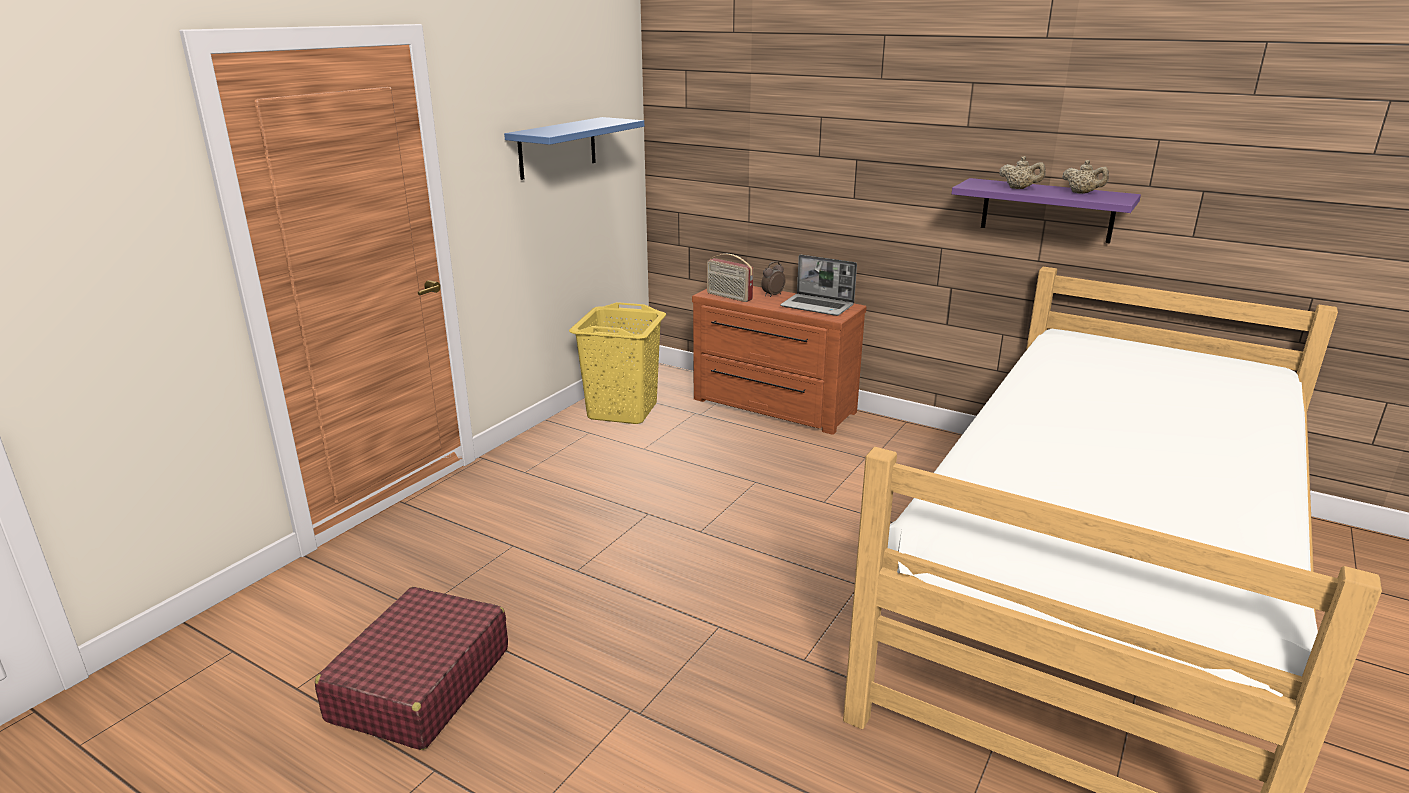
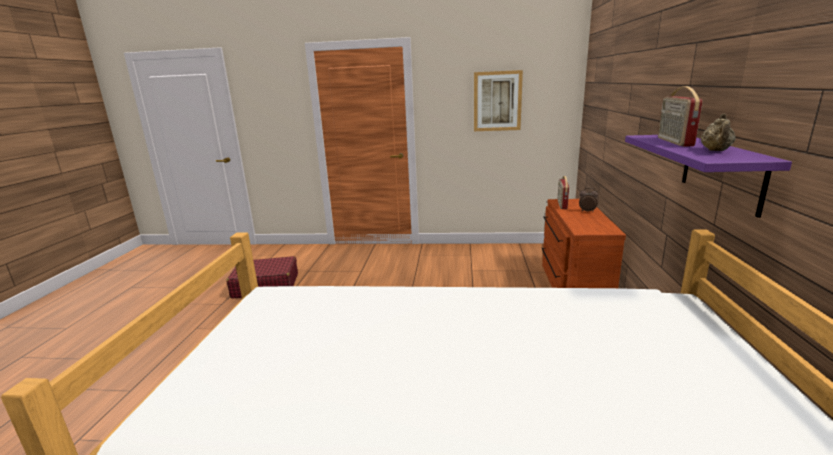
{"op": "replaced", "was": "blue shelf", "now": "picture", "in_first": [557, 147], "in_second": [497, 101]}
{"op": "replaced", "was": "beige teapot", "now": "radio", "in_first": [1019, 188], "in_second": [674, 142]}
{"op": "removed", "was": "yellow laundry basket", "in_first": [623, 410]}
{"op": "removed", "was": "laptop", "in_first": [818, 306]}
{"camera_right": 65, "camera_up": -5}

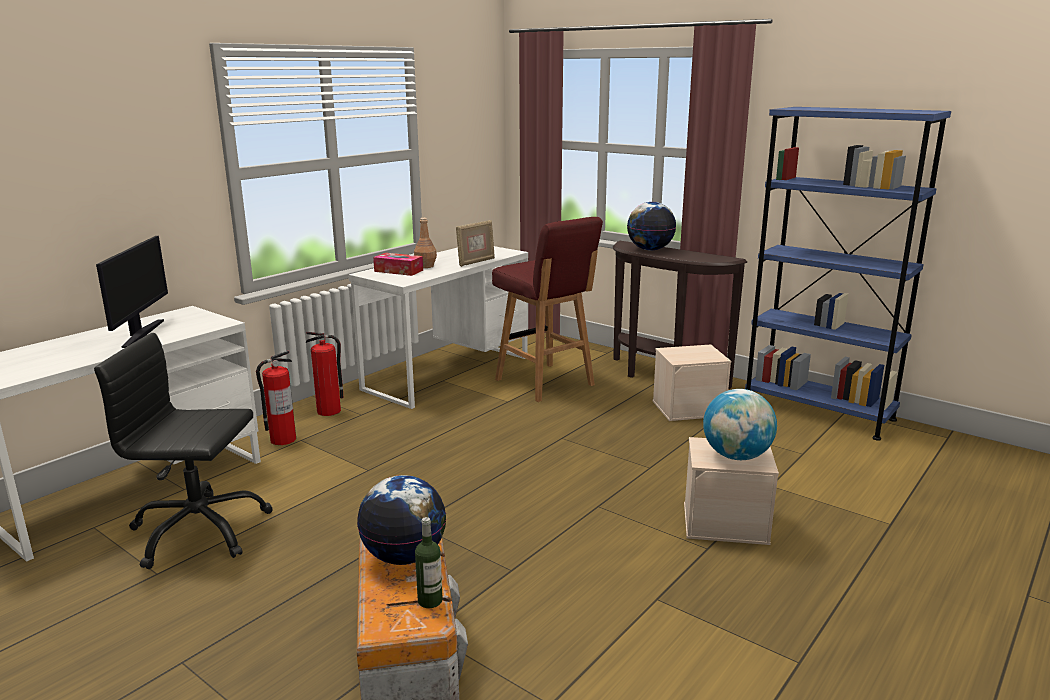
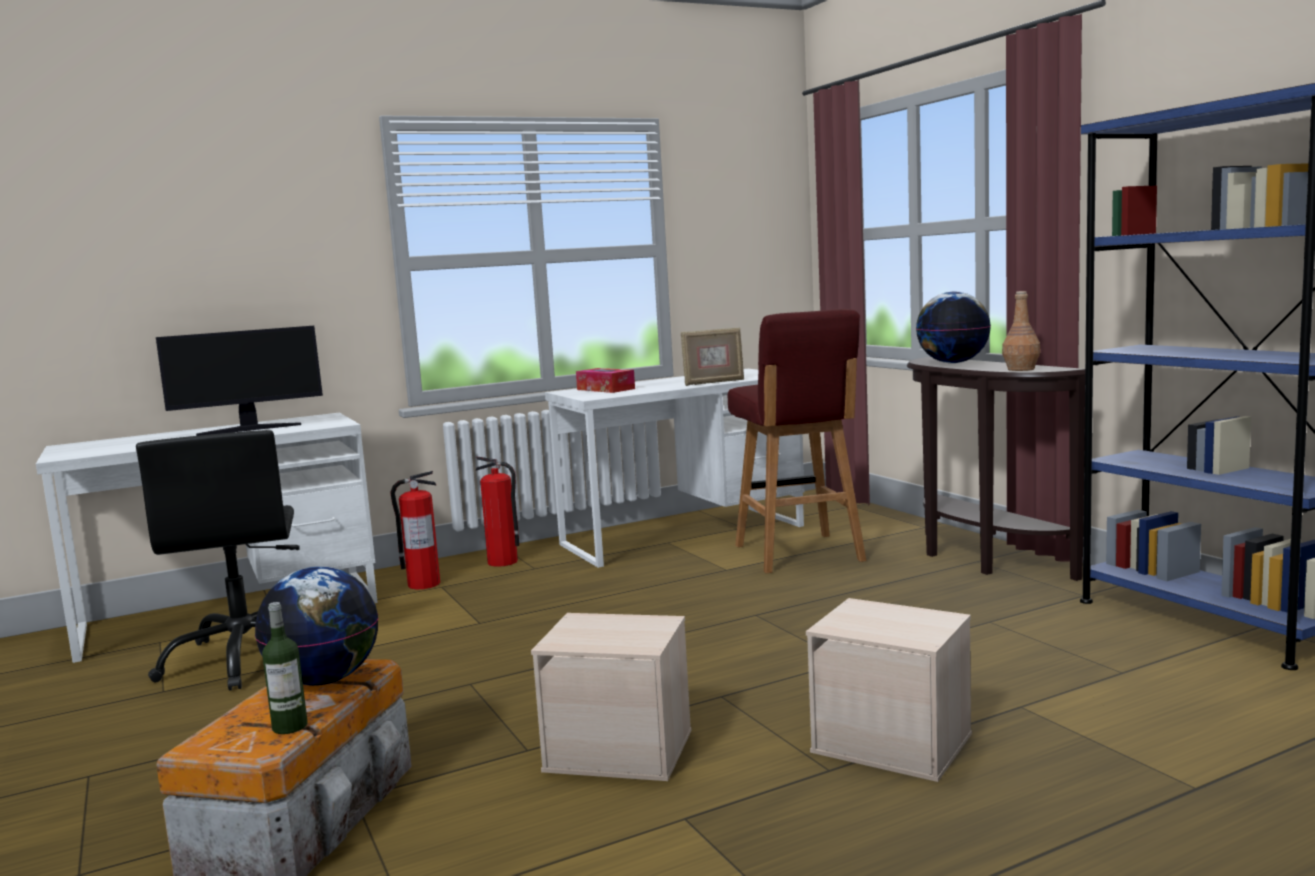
{"op": "turned", "was": "black office chair", "in_first": [199, 531], "in_second": [245, 658], "clockwise": -135}
{"op": "turned", "was": "monitor", "in_first": [141, 333], "in_second": [249, 429], "clockwise": 45}
{"op": "moved", "was": "beige storage box", "in_first": [689, 408], "in_second": [621, 750]}
{"op": "moved", "was": "brown bottle", "in_first": [425, 266], "in_second": [1021, 369]}
{"op": "removed", "was": "globe", "in_first": [736, 456]}
{"camera_right": 25, "camera_up": -10}

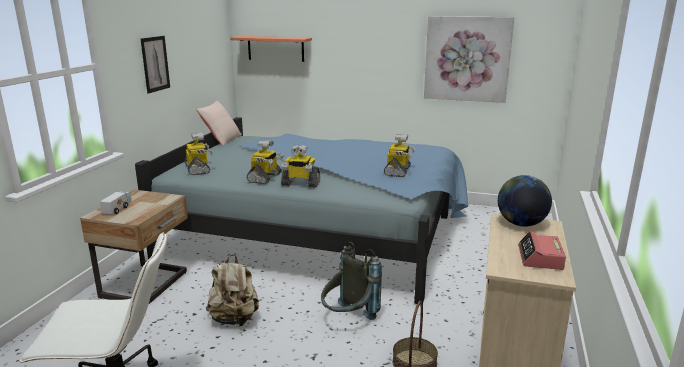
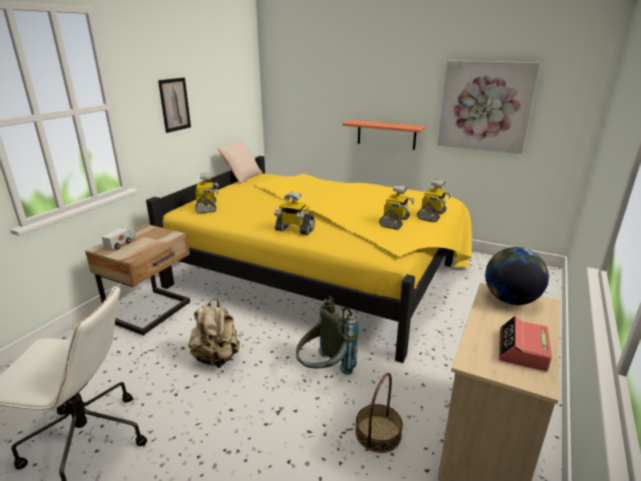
{"op": "recoloured", "was": "blue bed", "now": "yellow bed", "in_first": [321, 233], "in_second": [324, 272]}
{"op": "moved", "was": "shelf", "in_first": [275, 48], "in_second": [386, 134]}
{"op": "moved", "was": "toy robot", "in_first": [265, 178], "in_second": [432, 215]}
{"camera_right": 10, "camera_up": 5}

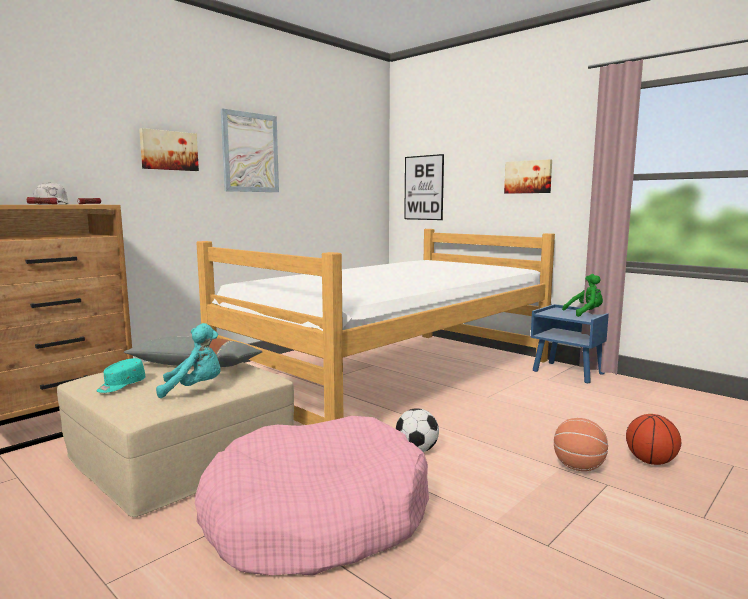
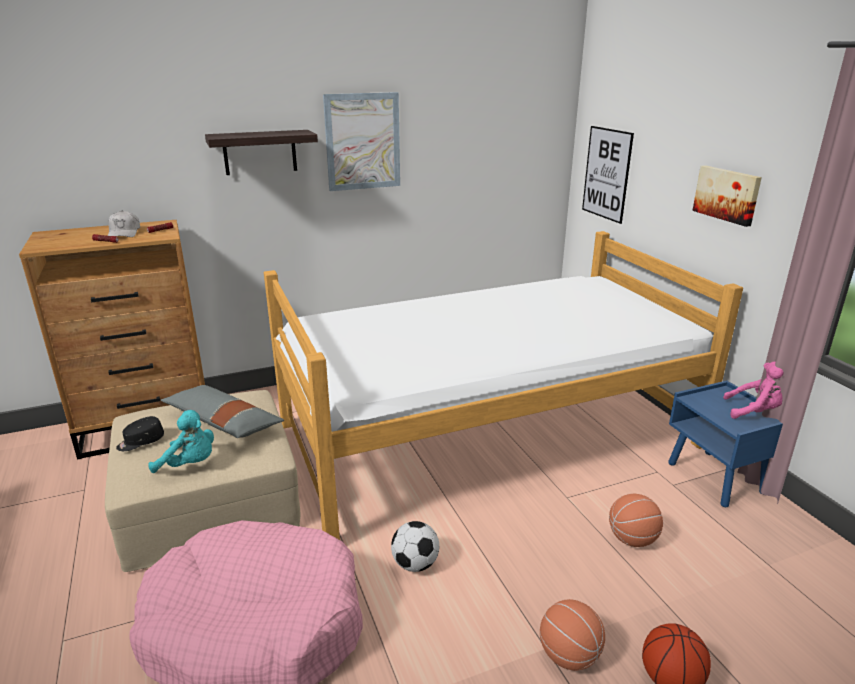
{"op": "recoloured", "was": "turquoise cap", "now": "black cap", "in_first": [121, 385], "in_second": [141, 442]}
{"op": "replaced", "was": "picture", "now": "shelf", "in_first": [168, 150], "in_second": [260, 152]}
{"op": "added", "now": "basketball", "in_second": [632, 539]}
{"op": "recoloured", "was": "green plush toy", "now": "pink plush toy", "in_first": [585, 313], "in_second": [754, 411]}
{"camera_right": 25, "camera_up": 15}

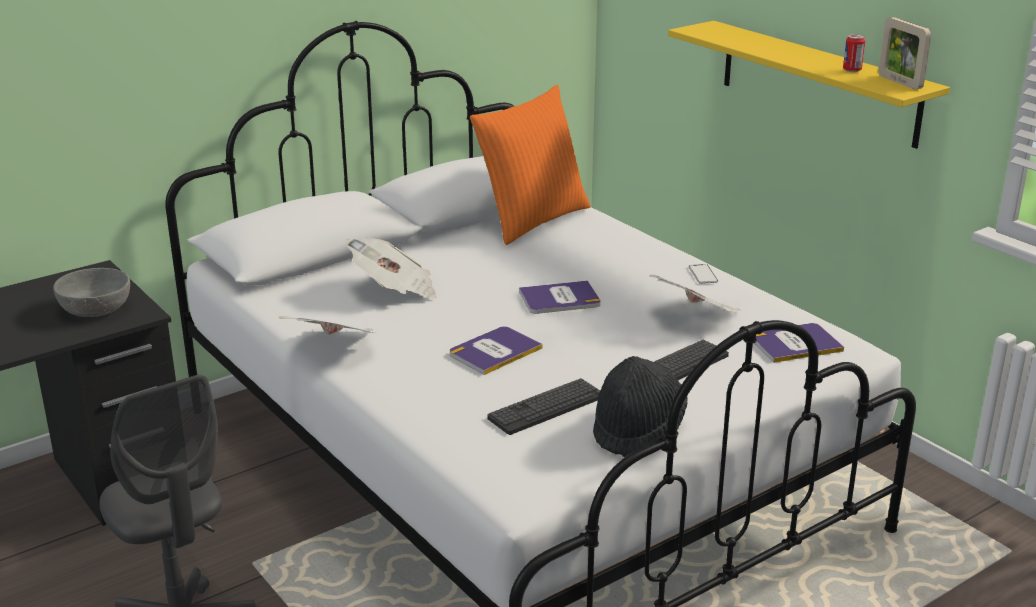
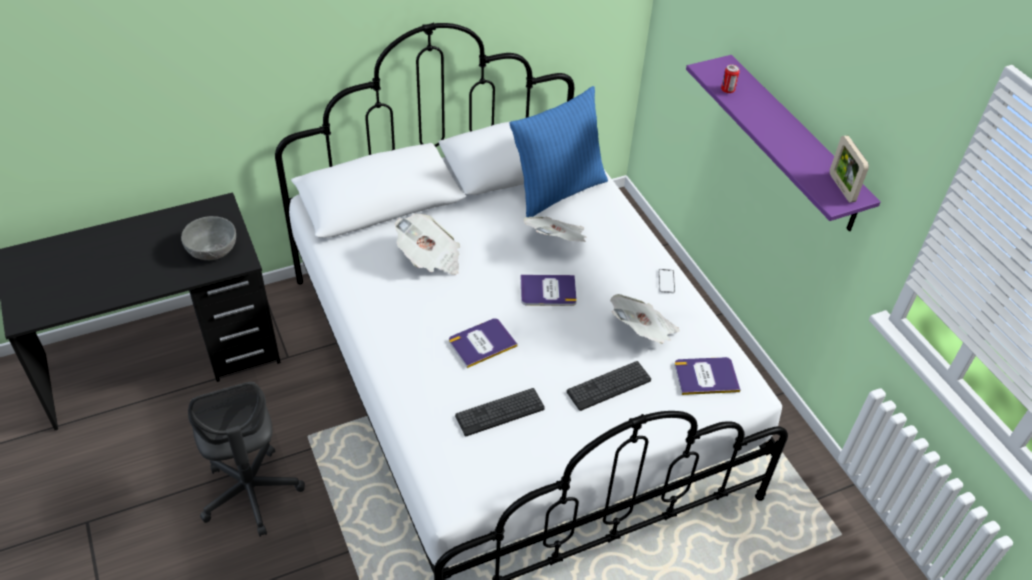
{"op": "recoloured", "was": "orange pillow", "now": "blue pillow", "in_first": [532, 220], "in_second": [557, 190]}
{"op": "moved", "was": "newspaper", "in_first": [334, 348], "in_second": [557, 241]}
{"op": "recoloured", "was": "yellow shelf", "now": "purple shelf", "in_first": [818, 82], "in_second": [793, 144]}
{"op": "moved", "was": "can", "in_first": [852, 70], "in_second": [727, 90]}
{"op": "removed", "was": "black hat", "in_first": [638, 430]}
{"camera_right": 10, "camera_up": 20}

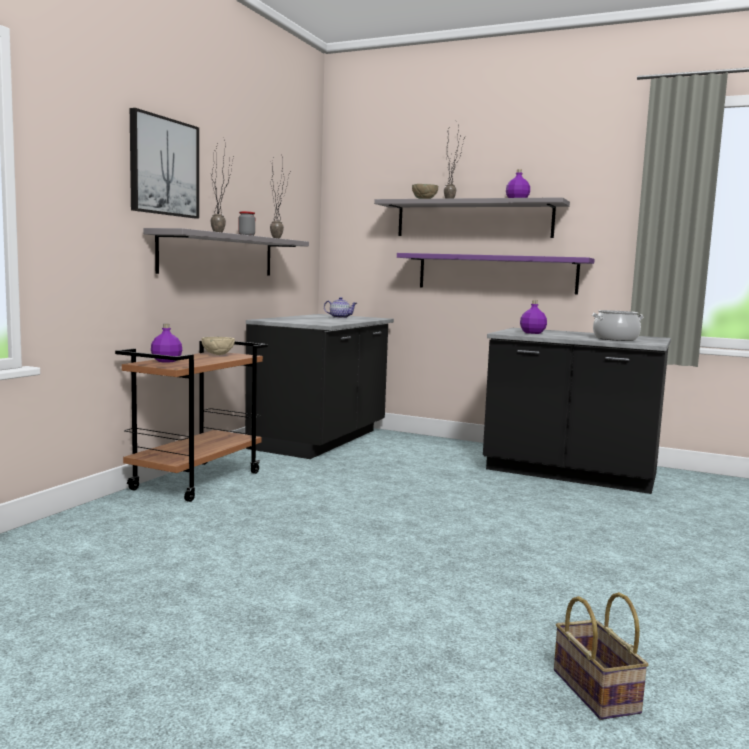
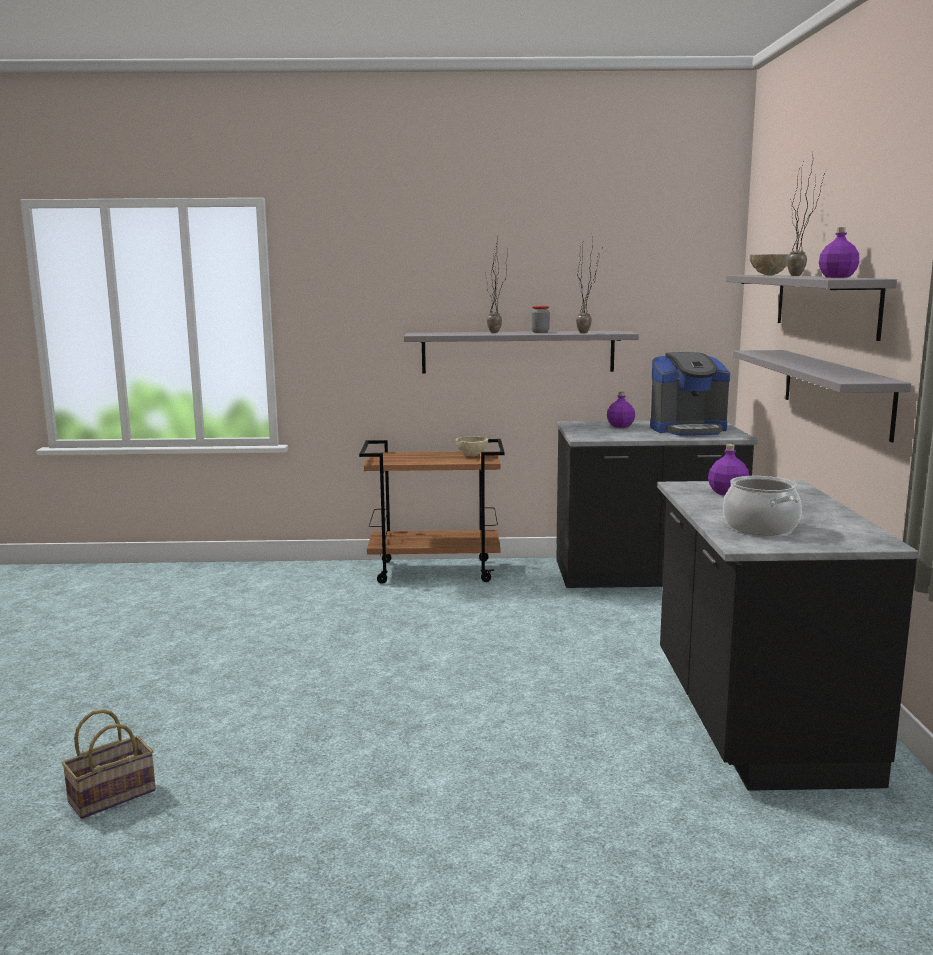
{"op": "moved", "was": "purple bottle", "in_first": [166, 361], "in_second": [620, 426]}
{"op": "replaced", "was": "teapot", "now": "coffee machine", "in_first": [340, 317], "in_second": [688, 429]}
{"op": "recoloured", "was": "purple shelf", "now": "grey shelf", "in_first": [496, 273], "in_second": [835, 391]}
{"op": "removed", "was": "picture", "in_first": [163, 167]}
{"camera_right": 65, "camera_up": 5}

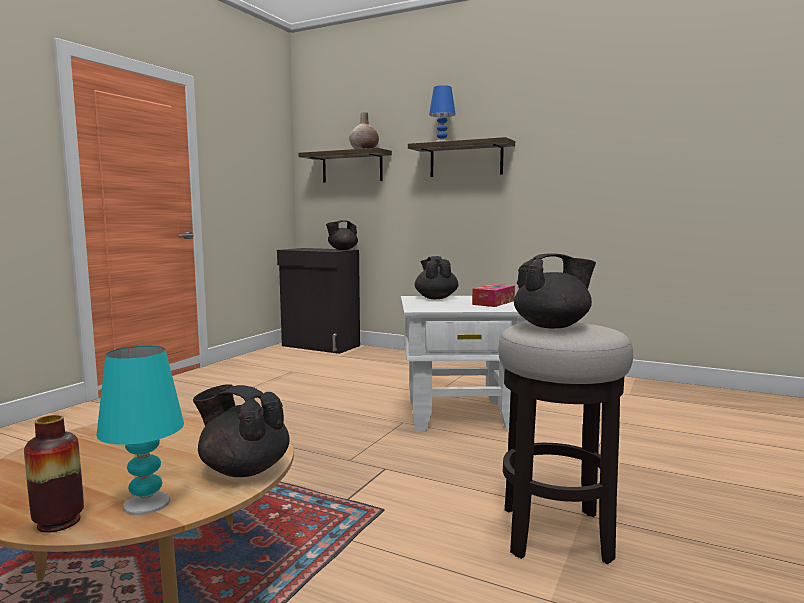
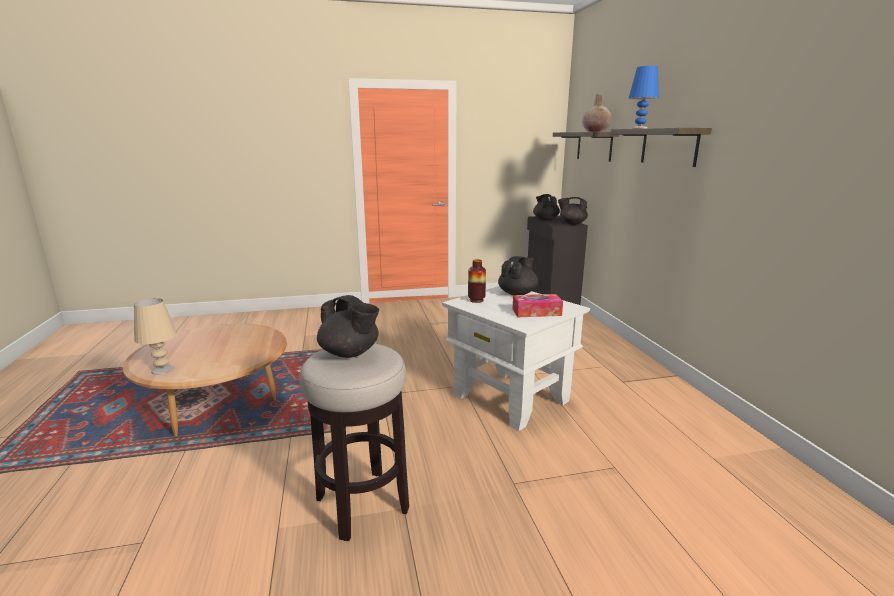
{"op": "recoloured", "was": "turquoise table lamp", "now": "beige table lamp", "in_first": [147, 503], "in_second": [163, 370]}
{"op": "moved", "was": "vase", "in_first": [59, 522], "in_second": [476, 300]}
{"op": "moved", "was": "black teapot", "in_first": [244, 469], "in_second": [545, 219]}
{"camera_right": 50, "camera_up": 10}

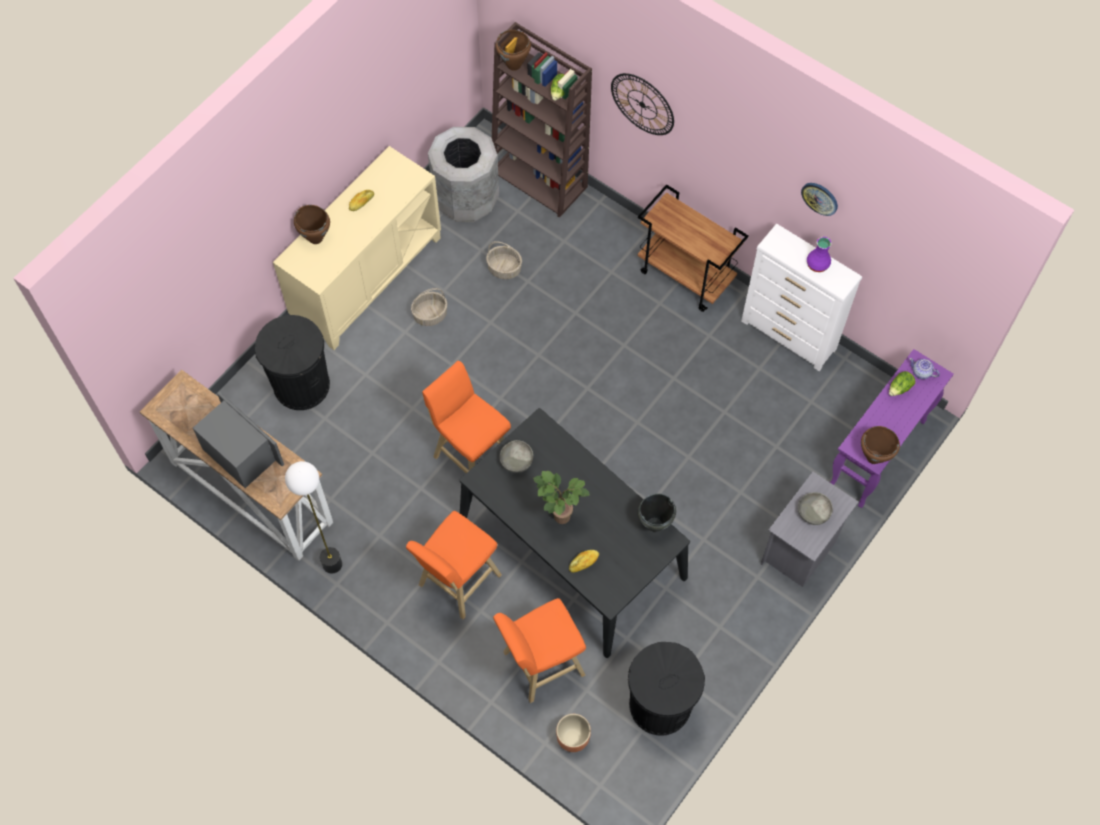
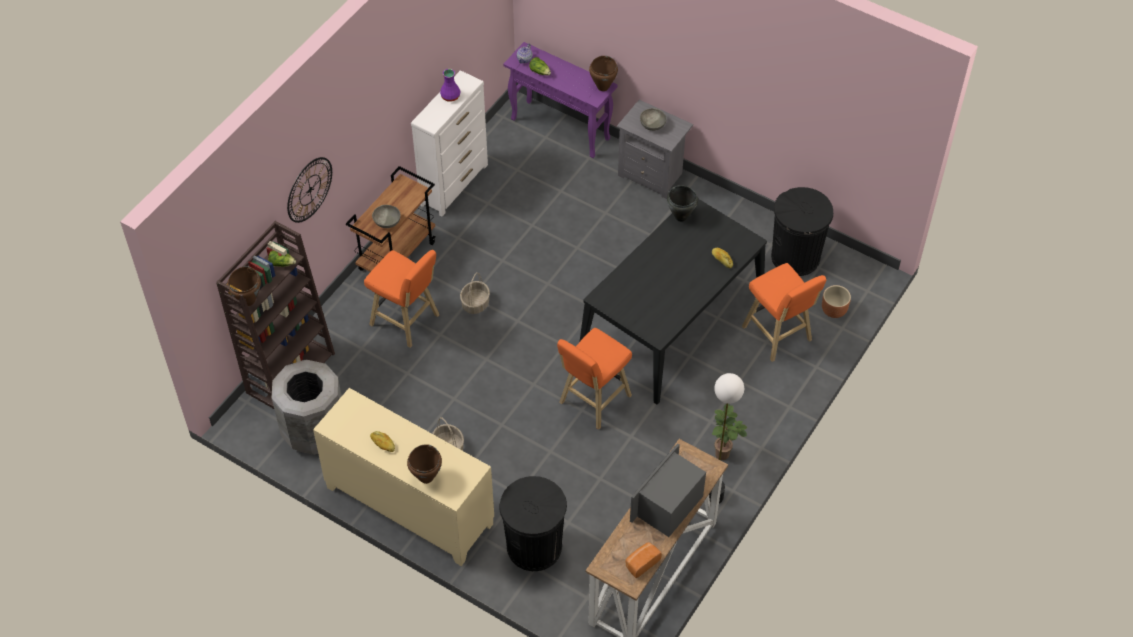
{"op": "moved", "was": "orange stool", "in_first": [457, 583], "in_second": [407, 322]}
{"op": "moved", "was": "grey bowl", "in_first": [516, 461], "in_second": [387, 222]}
{"op": "moved", "was": "basket", "in_first": [504, 269], "in_second": [475, 304]}
{"op": "added", "now": "bread", "in_second": [641, 563]}
{"op": "moved", "was": "potted plant", "in_first": [559, 517], "in_second": [723, 456]}
{"op": "removed", "was": "wall clock", "in_first": [820, 198]}
{"camera_right": -95, "camera_up": -10}

